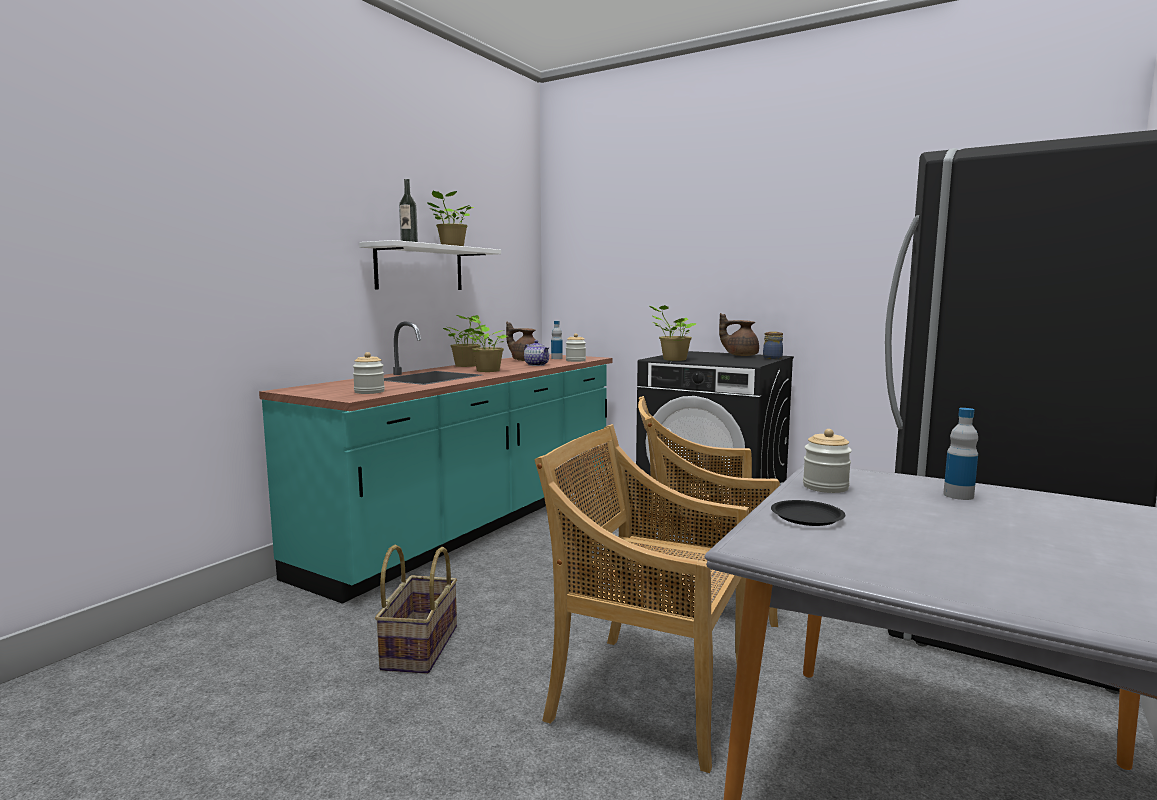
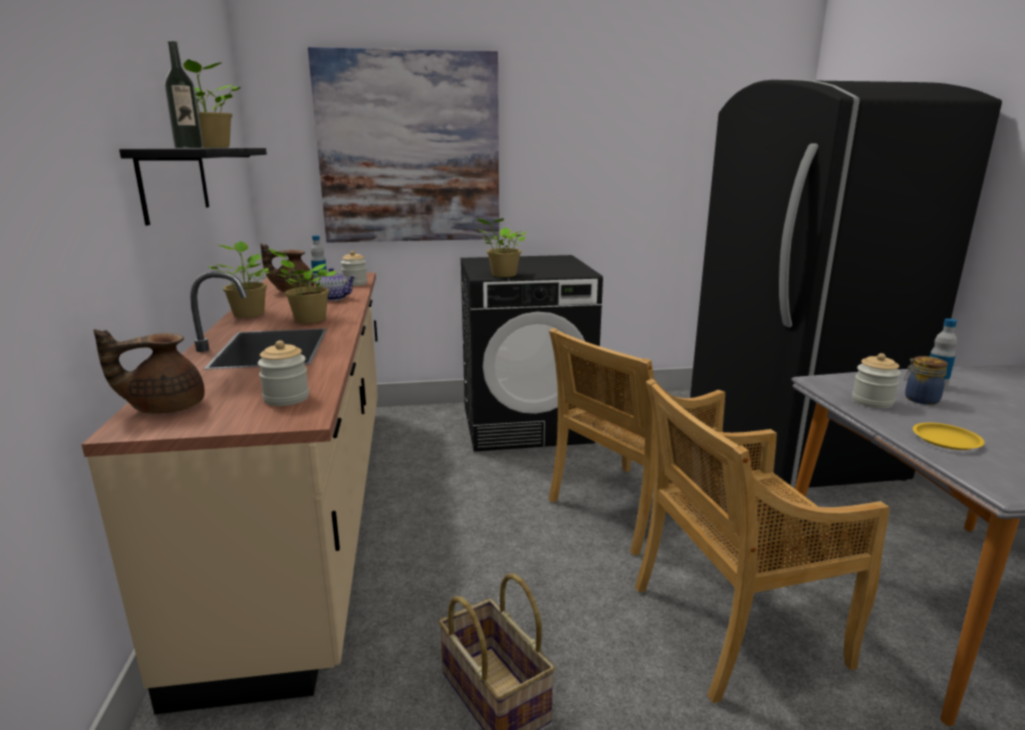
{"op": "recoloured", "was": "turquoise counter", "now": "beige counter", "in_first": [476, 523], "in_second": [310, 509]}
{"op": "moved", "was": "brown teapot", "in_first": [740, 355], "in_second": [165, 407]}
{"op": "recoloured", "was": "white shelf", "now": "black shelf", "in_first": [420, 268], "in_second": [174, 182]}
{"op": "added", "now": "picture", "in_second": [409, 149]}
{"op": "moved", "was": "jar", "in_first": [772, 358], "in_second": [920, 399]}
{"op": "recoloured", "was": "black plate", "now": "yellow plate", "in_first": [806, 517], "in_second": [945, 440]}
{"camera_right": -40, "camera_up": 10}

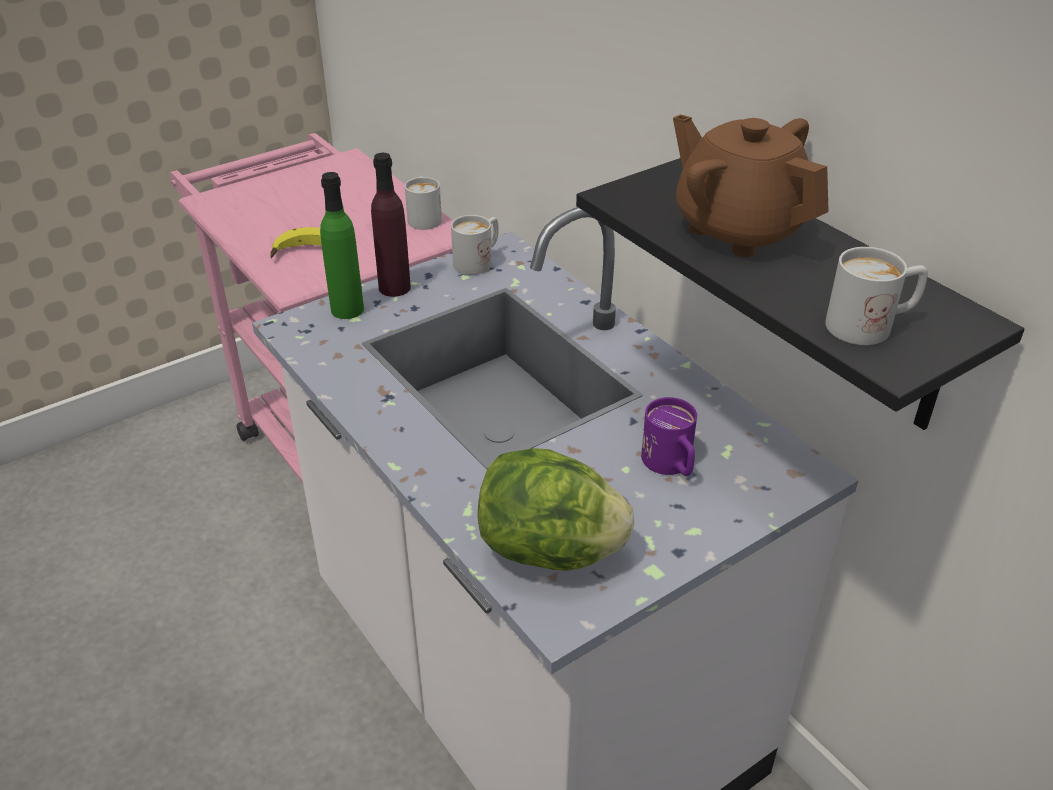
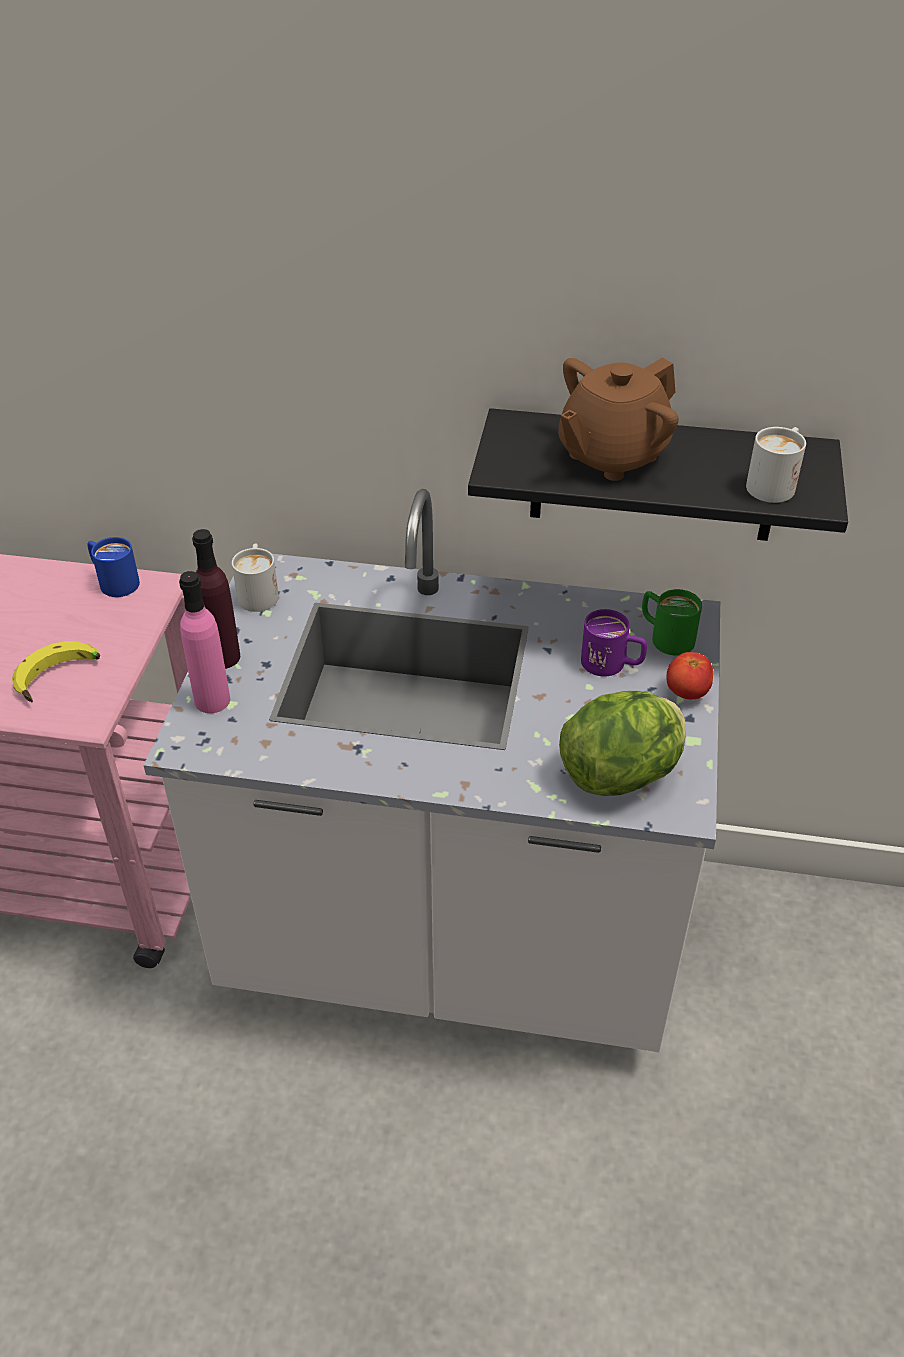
{"op": "recoloured", "was": "white mug", "now": "blue mug", "in_first": [424, 217], "in_second": [113, 581]}
{"op": "recoloured", "was": "green bottle", "now": "pink bottle", "in_first": [347, 309], "in_second": [212, 700]}
{"op": "turned", "was": "brown teapot", "in_first": [738, 229], "in_second": [611, 456], "clockwise": -45}
{"op": "added", "now": "green mug", "in_second": [665, 636]}
{"op": "added", "now": "tomato", "in_second": [686, 692]}
{"camera_right": -45, "camera_up": 5}

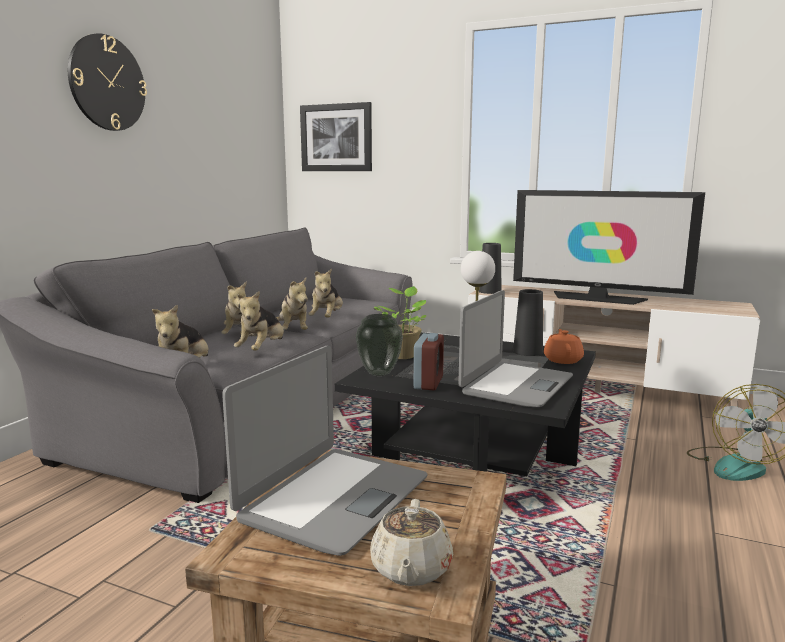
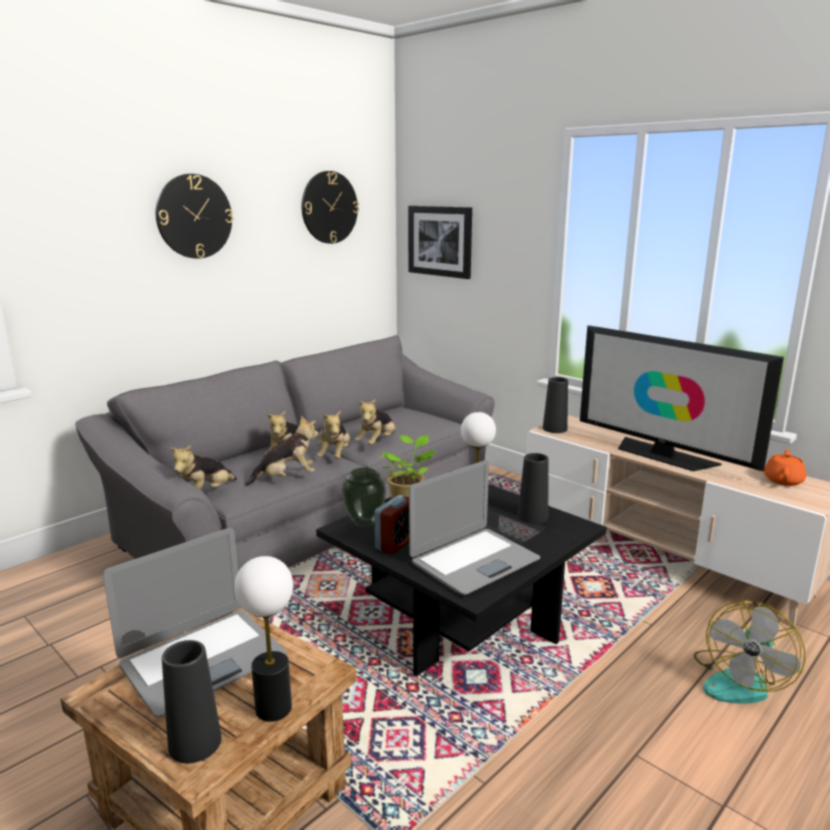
{"op": "replaced", "was": "beige teapot", "now": "black vase", "in_first": [410, 569], "in_second": [195, 743]}
{"op": "added", "now": "table lamp", "in_second": [274, 708]}
{"op": "turned", "was": "plush toy", "in_first": [262, 350], "in_second": [286, 478], "clockwise": -150}
{"op": "added", "now": "wall clock", "in_second": [329, 207]}
{"op": "moved", "was": "orange teapot", "in_first": [563, 360], "in_second": [783, 480]}
{"camera_right": 20, "camera_up": 5}

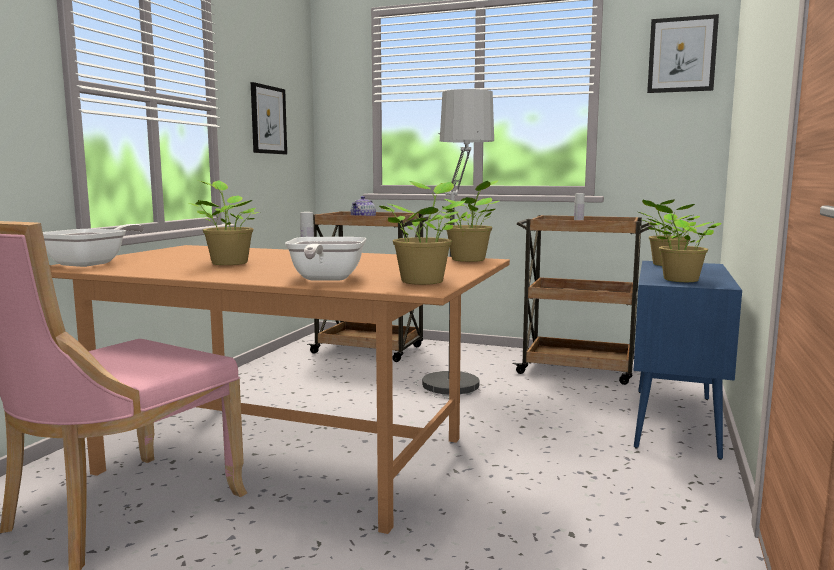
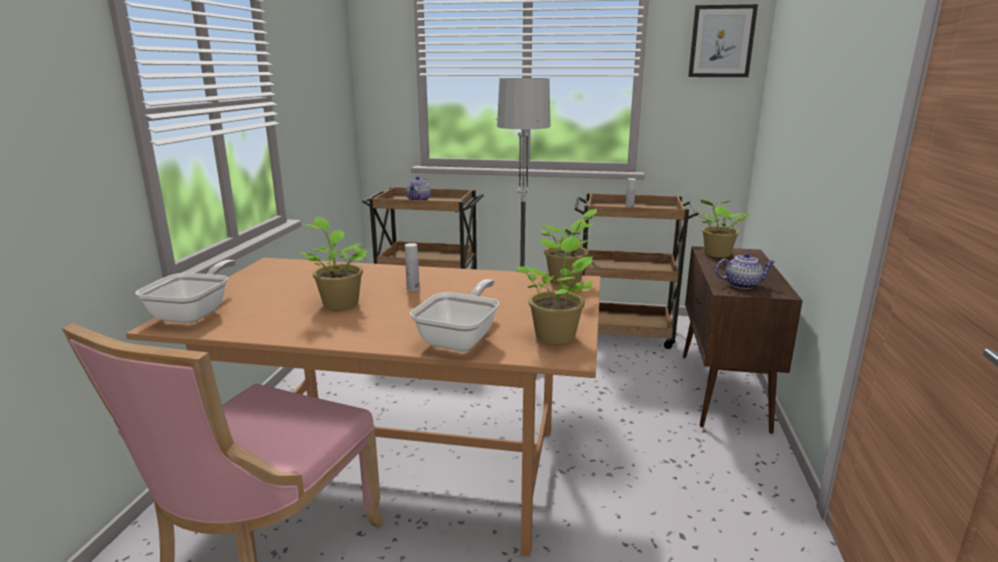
{"op": "turned", "was": "frying pan", "in_first": [325, 279], "in_second": [461, 338], "clockwise": -150}
{"op": "recoloured", "was": "blue cabinet", "now": "brown cabinet", "in_first": [675, 422], "in_second": [723, 392]}
{"op": "replaced", "was": "potted plant", "now": "teapot", "in_first": [679, 280], "in_second": [742, 285]}
{"op": "removed", "was": "picture", "in_first": [268, 120]}
{"camera_right": -10, "camera_up": 10}

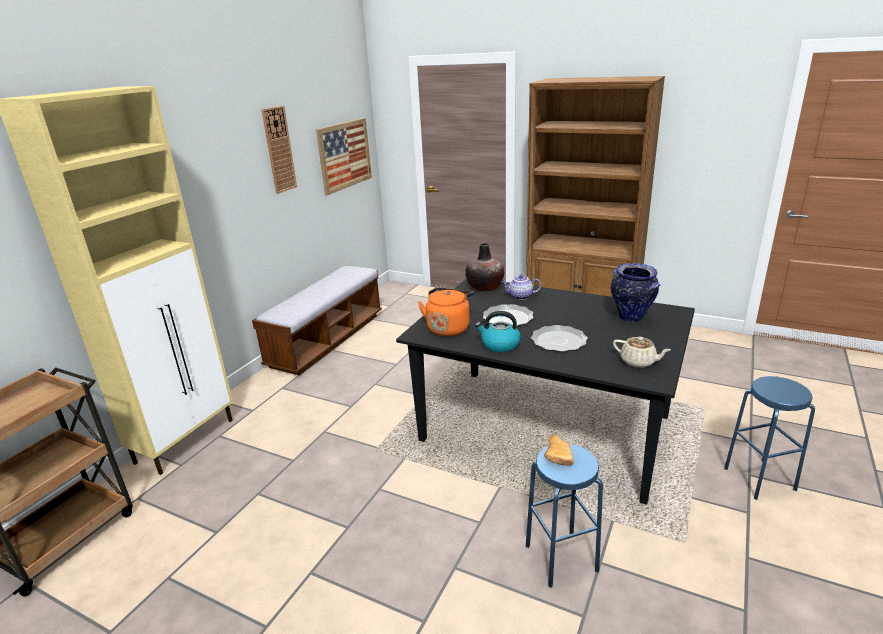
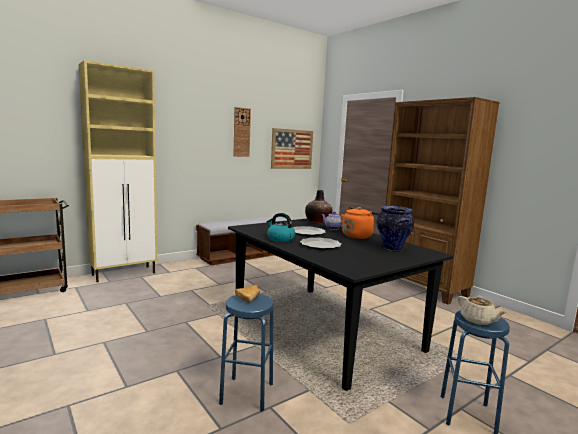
{"op": "moved", "was": "orange kettle", "in_first": [449, 327], "in_second": [358, 236]}
{"op": "moved", "was": "beige teapot", "in_first": [638, 362], "in_second": [478, 320]}
{"camera_right": 25, "camera_up": -15}

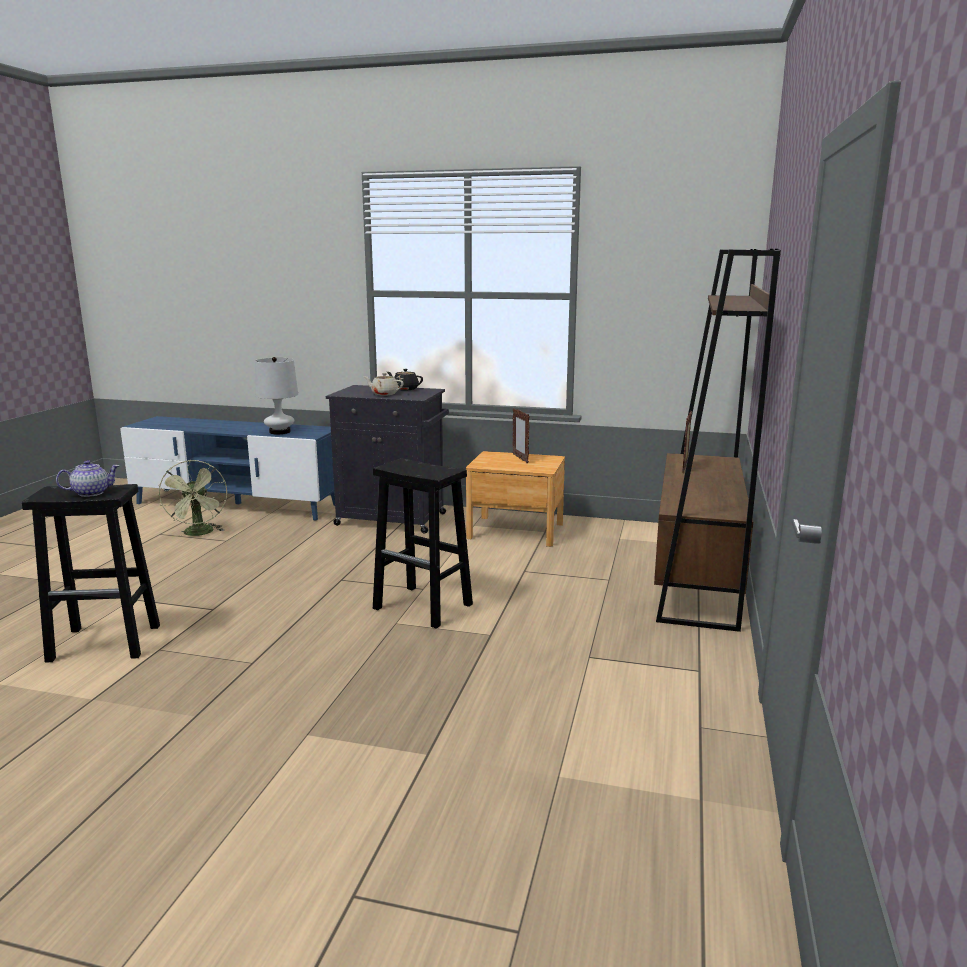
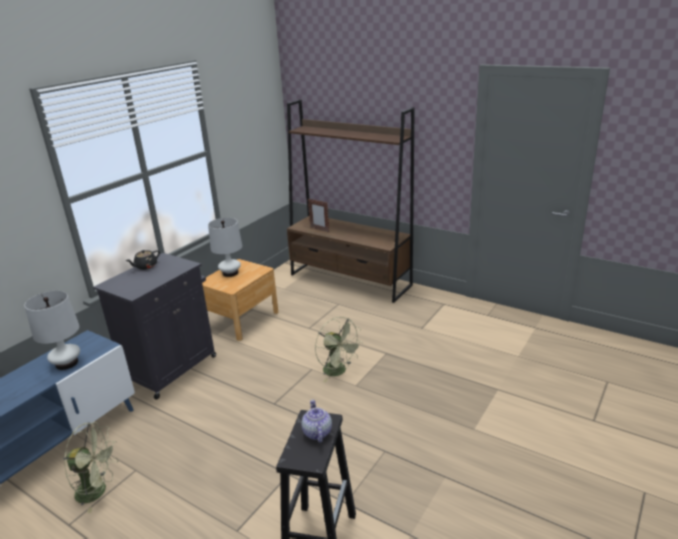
{"op": "replaced", "was": "picture frame", "now": "white table lamp", "in_first": [520, 459], "in_second": [230, 273]}
{"op": "replaced", "was": "black stool", "now": "green fan", "in_first": [424, 607], "in_second": [338, 371]}
{"op": "removed", "was": "beige teapot", "in_first": [384, 394]}
{"camera_right": -70, "camera_up": 10}

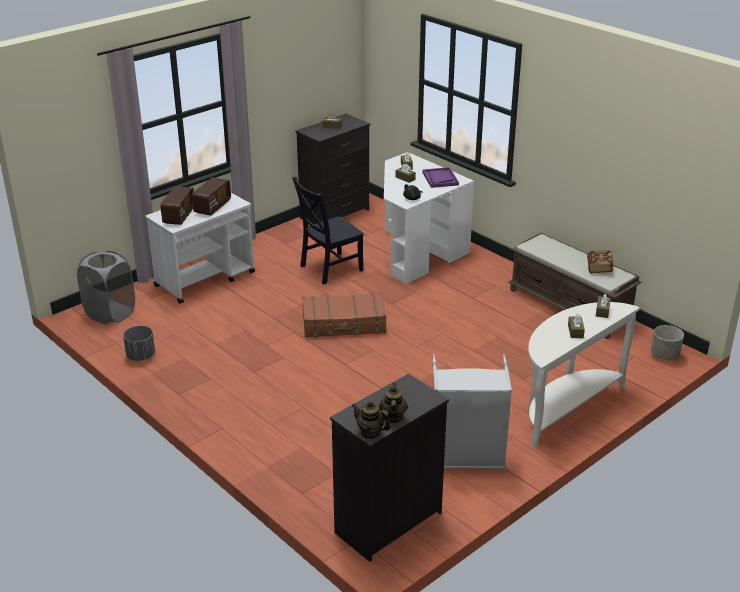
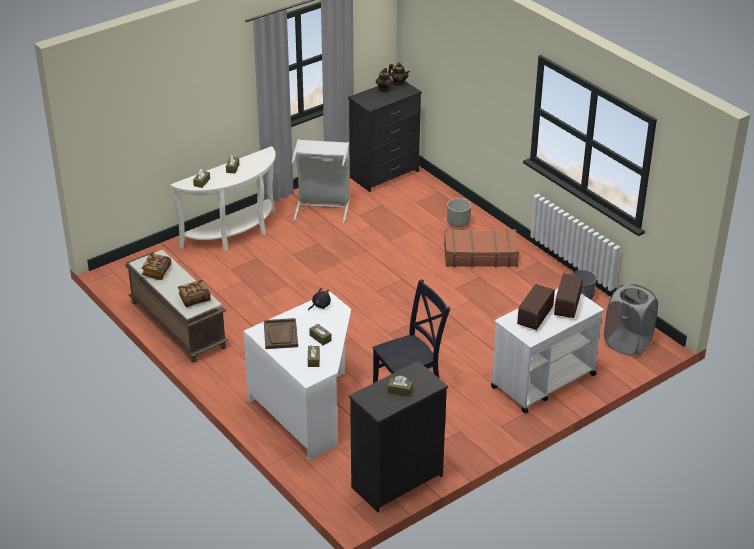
{"op": "added", "now": "book", "in_second": [194, 299]}
{"op": "recoloured", "was": "purple tray", "now": "brown tray", "in_first": [440, 179], "in_second": [280, 335]}
{"op": "moved", "was": "brown suitcase", "in_first": [344, 324], "in_second": [480, 255]}
{"op": "moved", "was": "grey planter", "in_first": [664, 355], "in_second": [458, 223]}
{"camera_right": -175, "camera_up": 5}

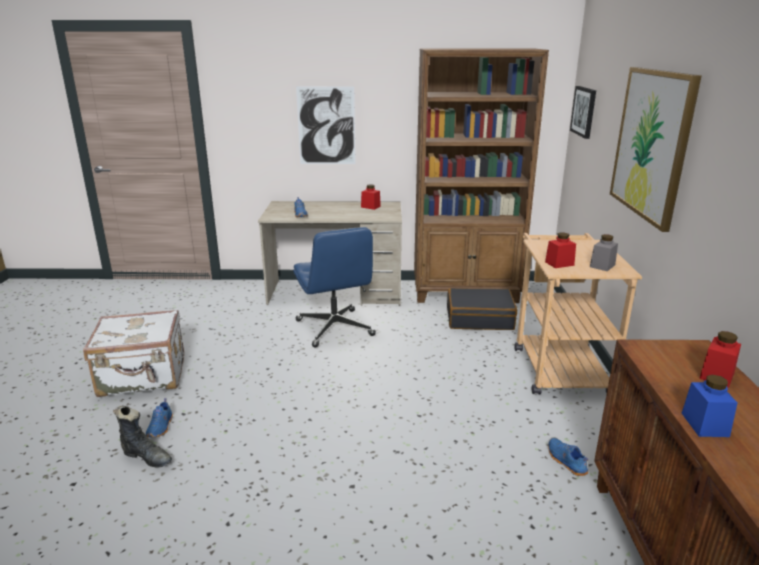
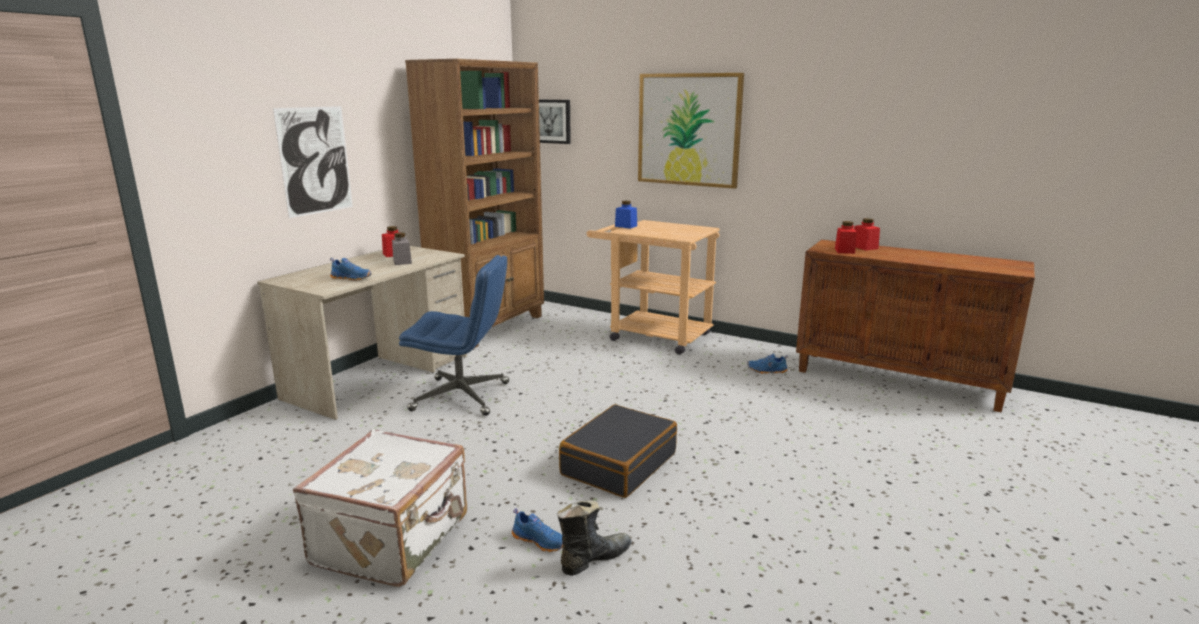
{"op": "moved", "was": "grey jar", "in_first": [602, 266], "in_second": [402, 262]}
{"op": "moved", "was": "black suitcase", "in_first": [479, 318], "in_second": [618, 463]}
{"op": "moved", "was": "blue jar", "in_first": [704, 424], "in_second": [626, 226]}
{"op": "moved", "was": "red jar", "in_first": [559, 263], "in_second": [844, 251]}
{"camera_right": -60, "camera_up": -5}

